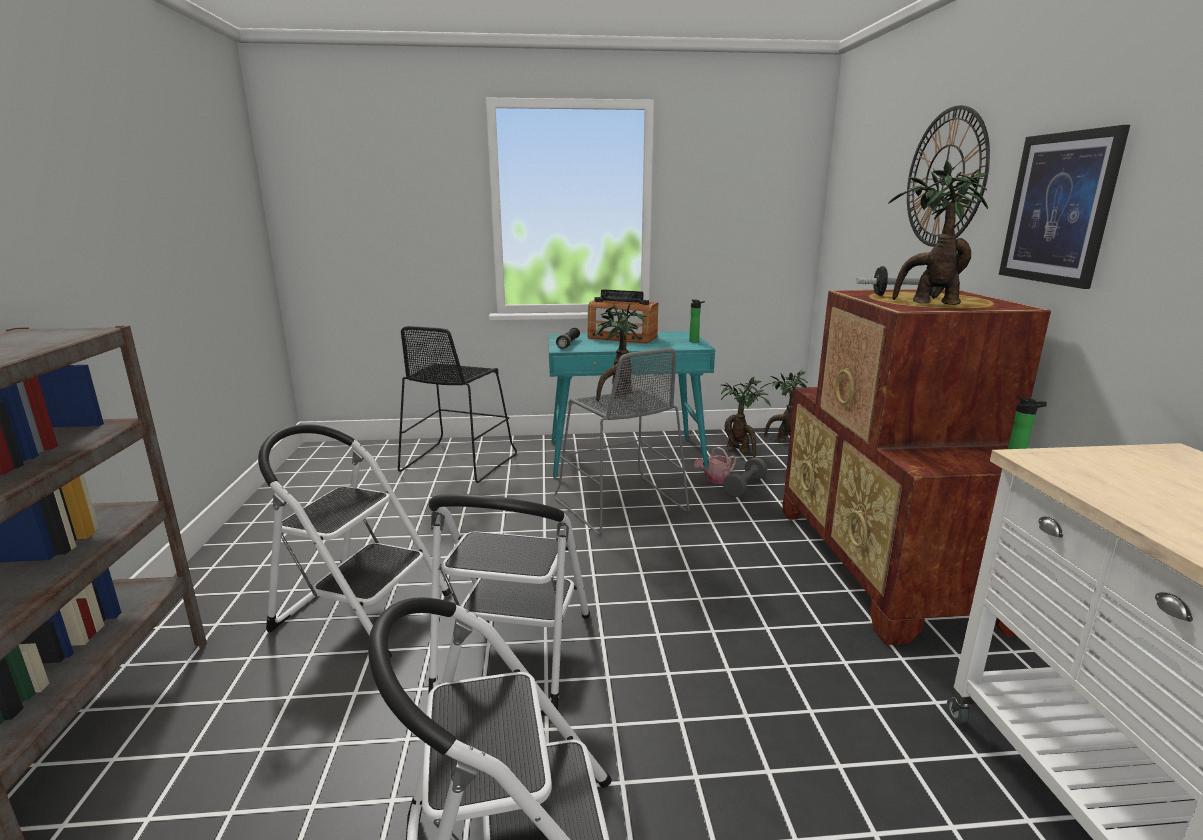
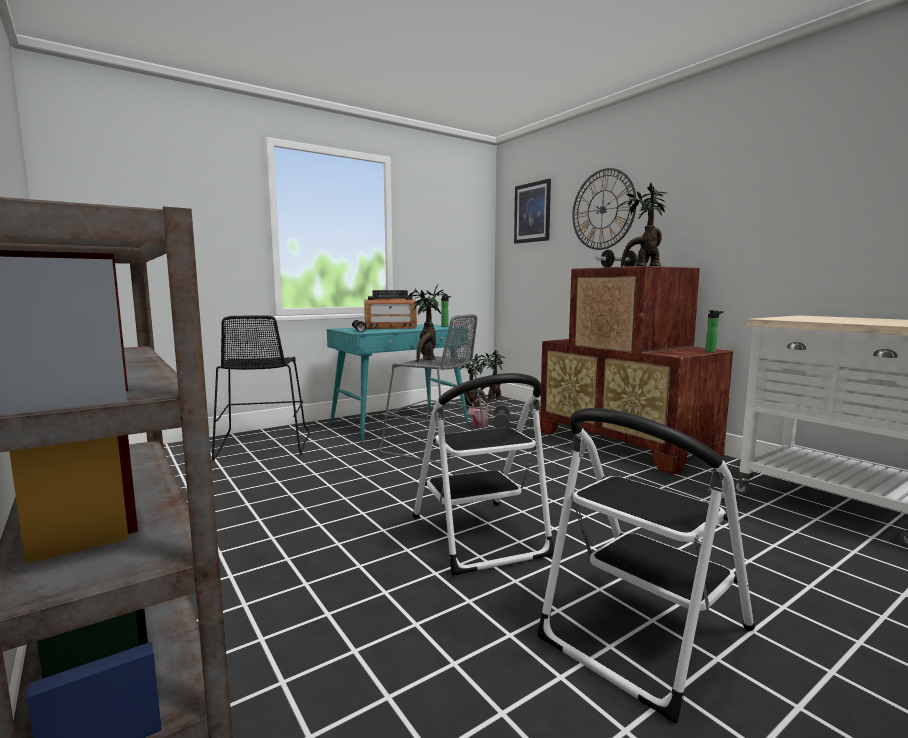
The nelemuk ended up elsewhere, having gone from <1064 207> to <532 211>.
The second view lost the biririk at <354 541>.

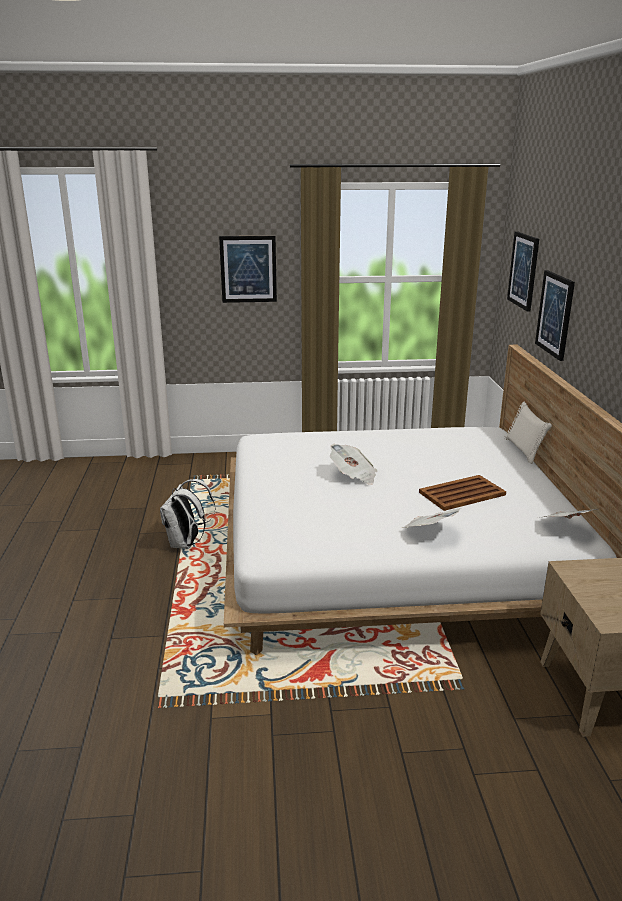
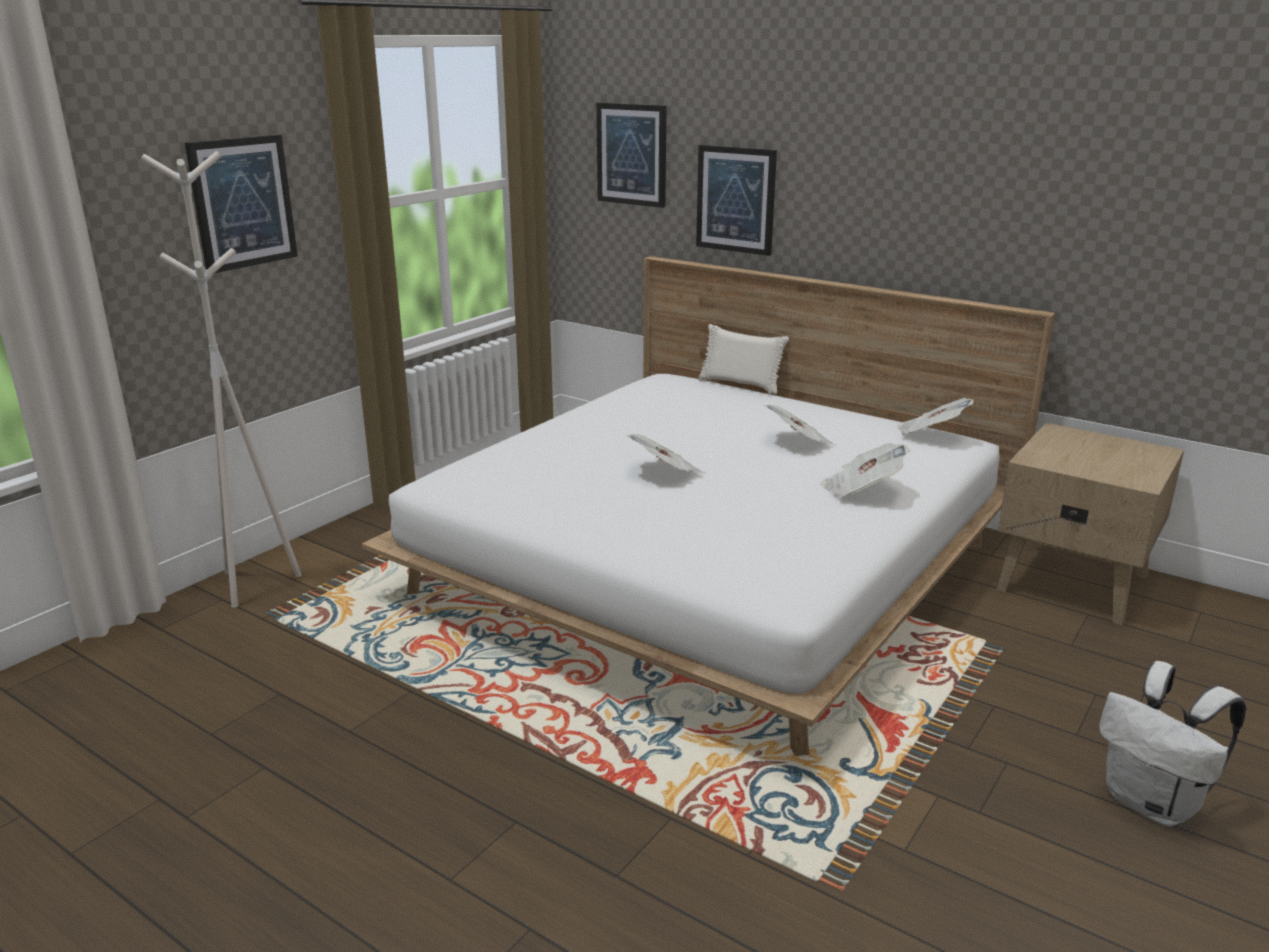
Where the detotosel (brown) stood at <462 493>, the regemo came to stand at <800 425>.
The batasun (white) ended up elsewhere, having gone from <187 514> to <1172 743>.
The second view gained the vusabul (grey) at <221 379>.

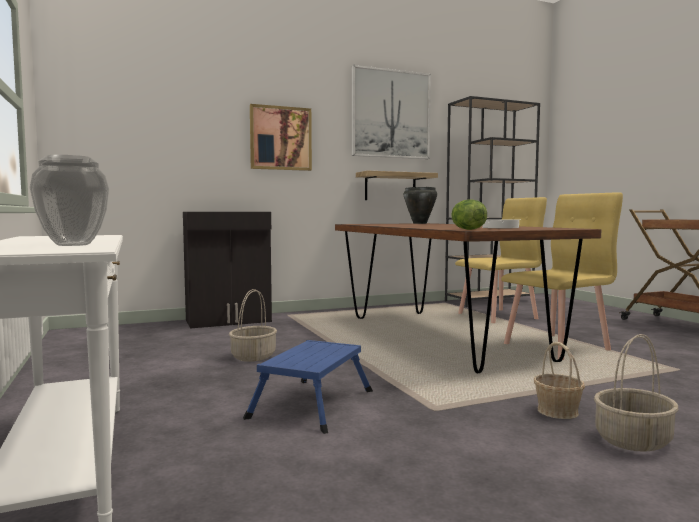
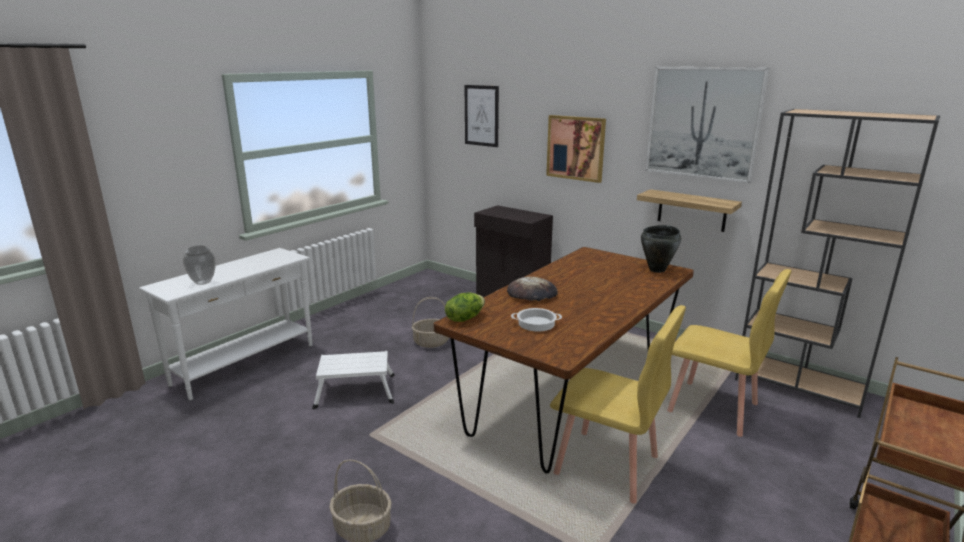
What was the biririk (blue) at <308 387> turned into the biririk (white) at <353 380>.
The second view lost the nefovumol at <559 380>.
The second view gained the nelemuk at <482 116>.
The second view gained the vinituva at <532 289>.

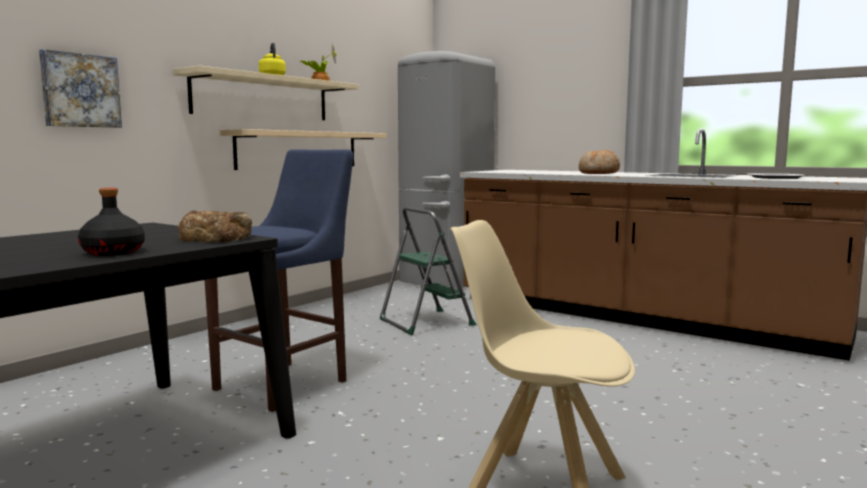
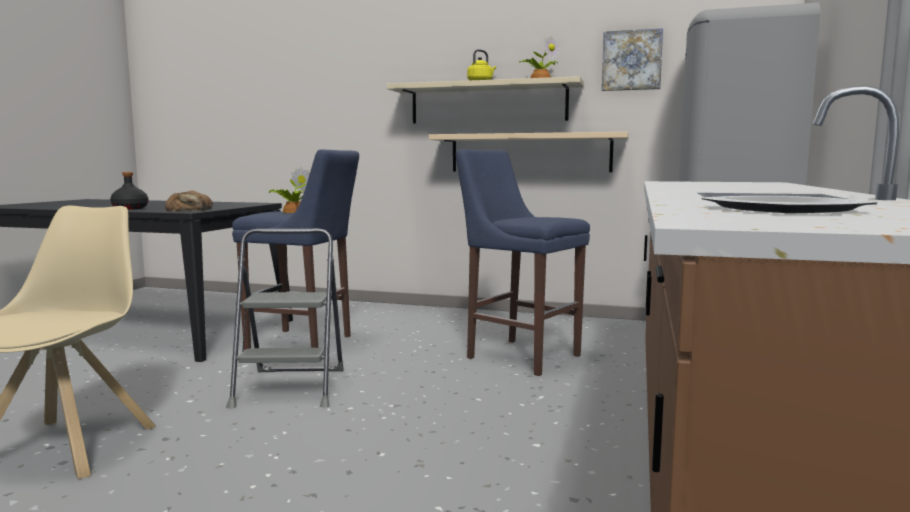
The nelemuk ended up elsewhere, having gone from <80 88> to <632 59>.
The second view lost the vinituva at <599 162>.
Where the biririk (green) stood at <428 271>, the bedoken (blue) came to stand at <523 263>.
The second view gained the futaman at <289 190>.
The second view gained the biririk (grey) at <284 318>.

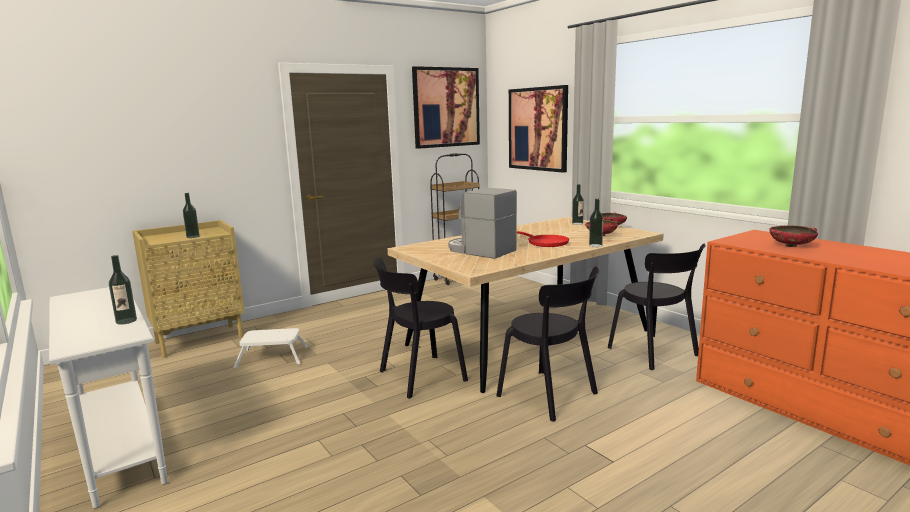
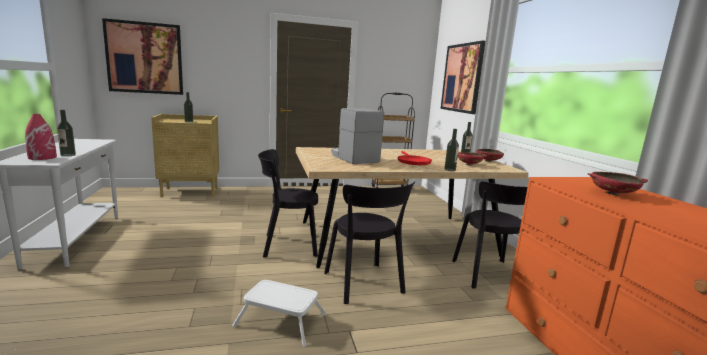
The nelemuk ended up elsewhere, having gone from <446 107> to <142 56>.
The biririk (white) ended up elsewhere, having gone from <271 348> to <279 313>.
The second view gained the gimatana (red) at <41 137>.

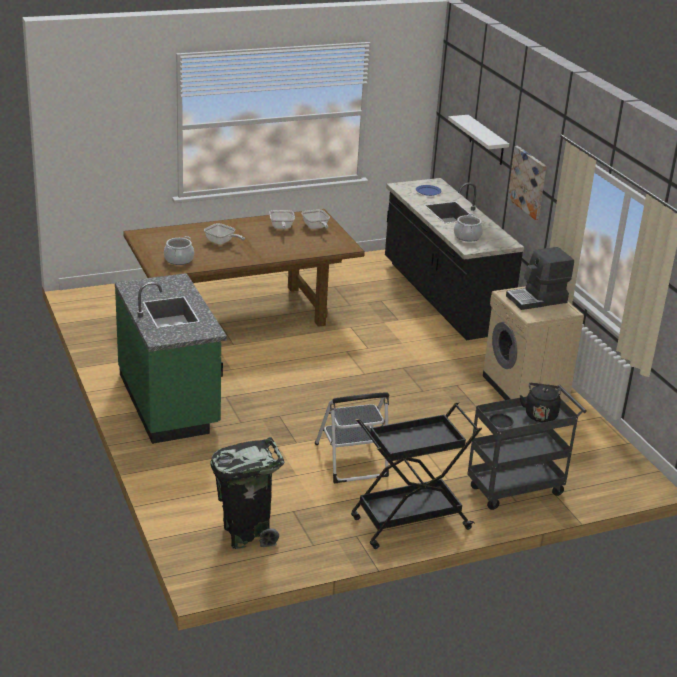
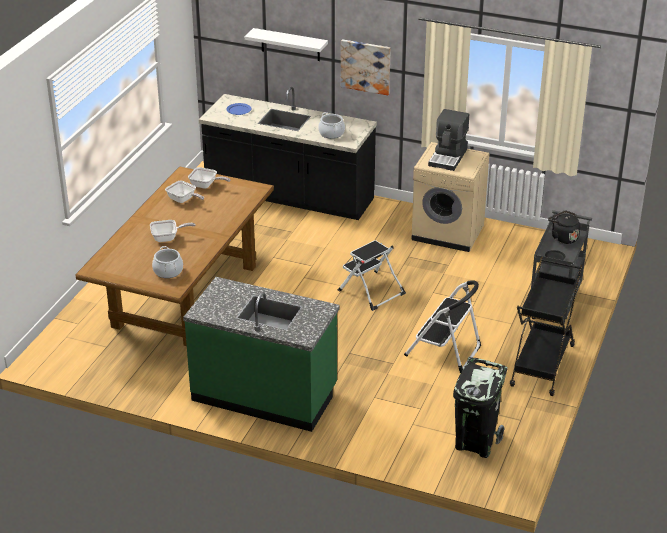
The second view gained the biririk at <372 275>.

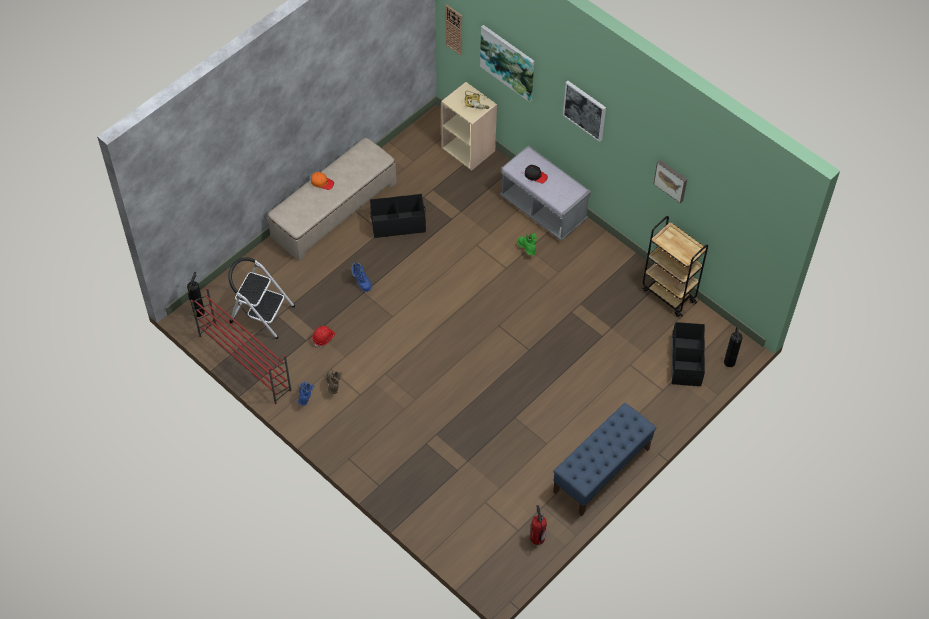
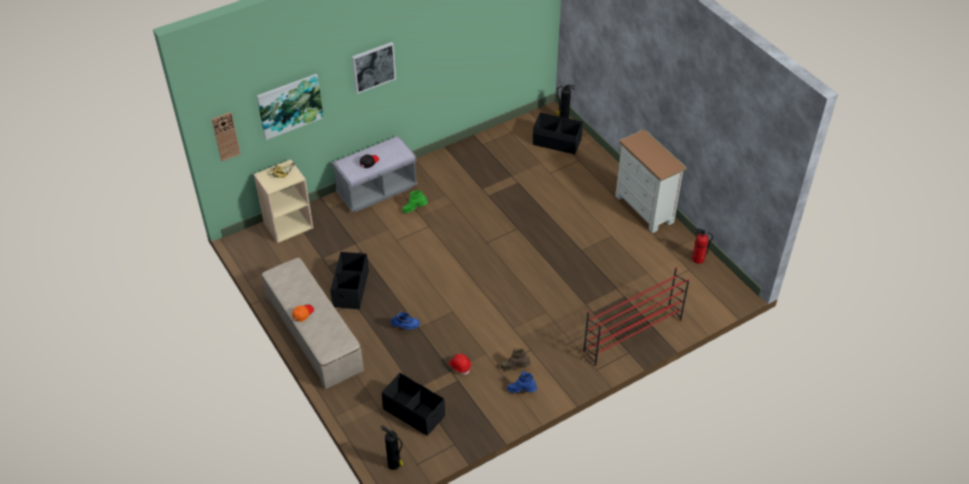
The second view lost the nelemuk at <670 181>.
The second view lost the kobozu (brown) at <675 266>.
Where the biririk stood at <261 298>, the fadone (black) came to stand at <413 404>.
The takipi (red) ended up elsewhere, having gone from <241 346> to <636 316>.
Where the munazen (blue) stood at <604 459>, the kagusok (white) came to stand at <651 181>.

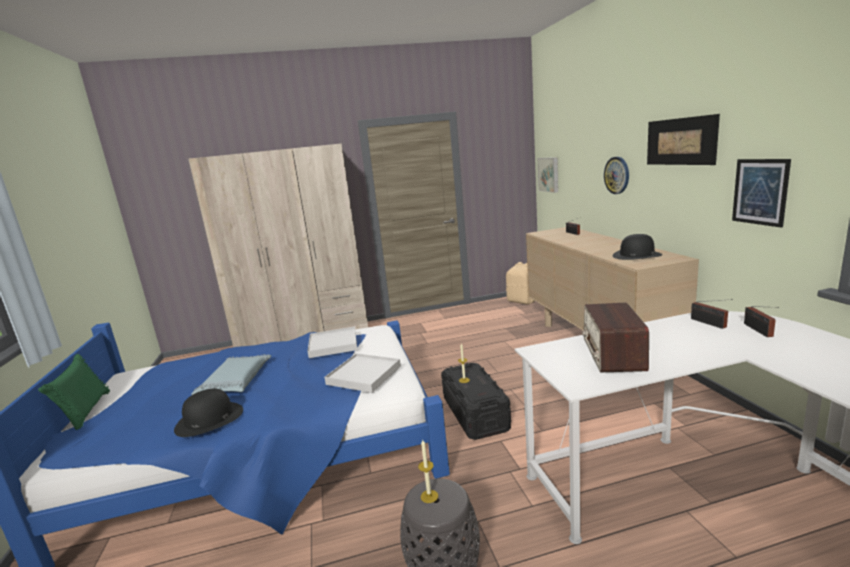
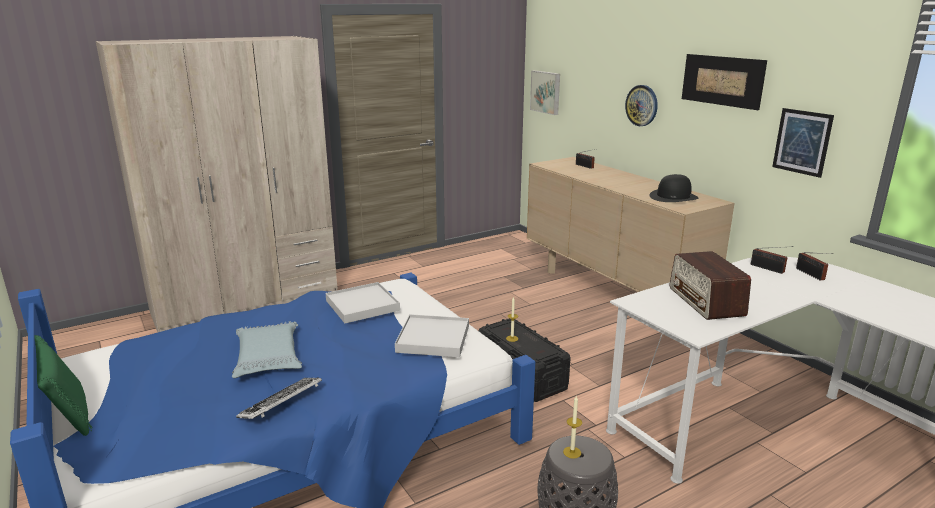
The second view lost the batasun (beige) at <520 283>.
Where the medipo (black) stood at <208 412>, the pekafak came to stand at <279 398>.

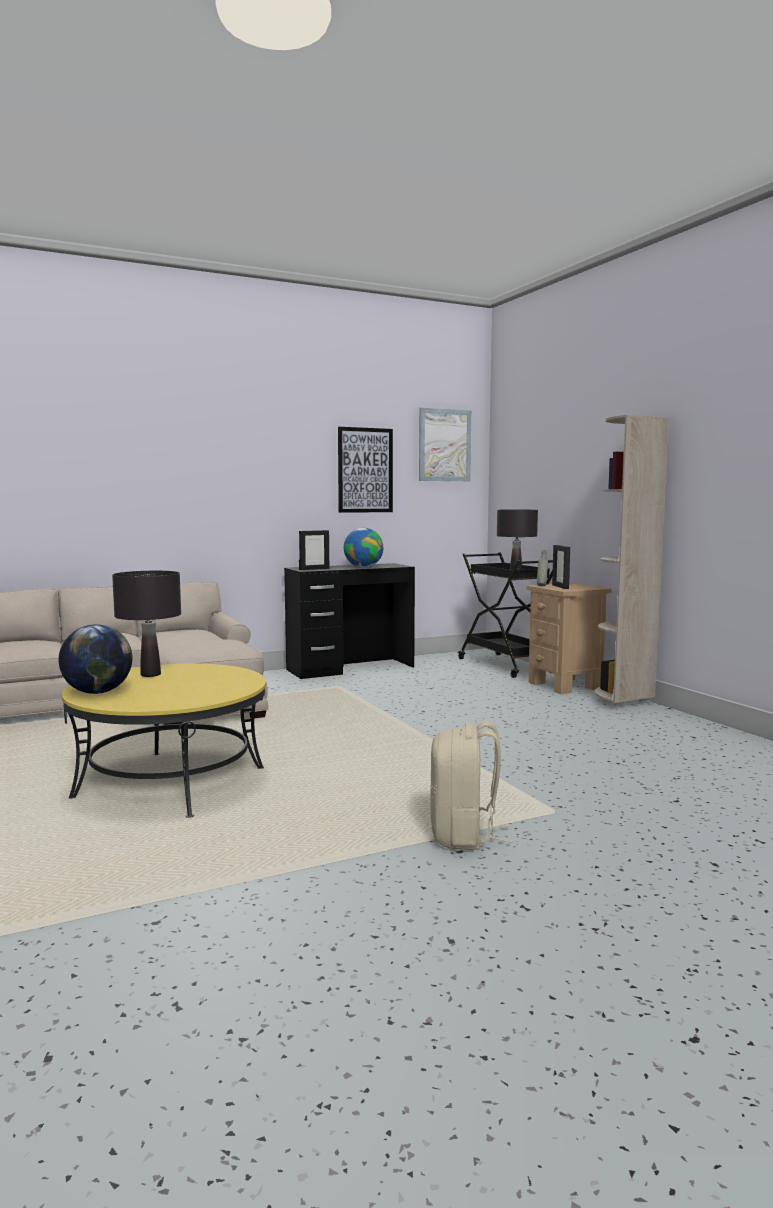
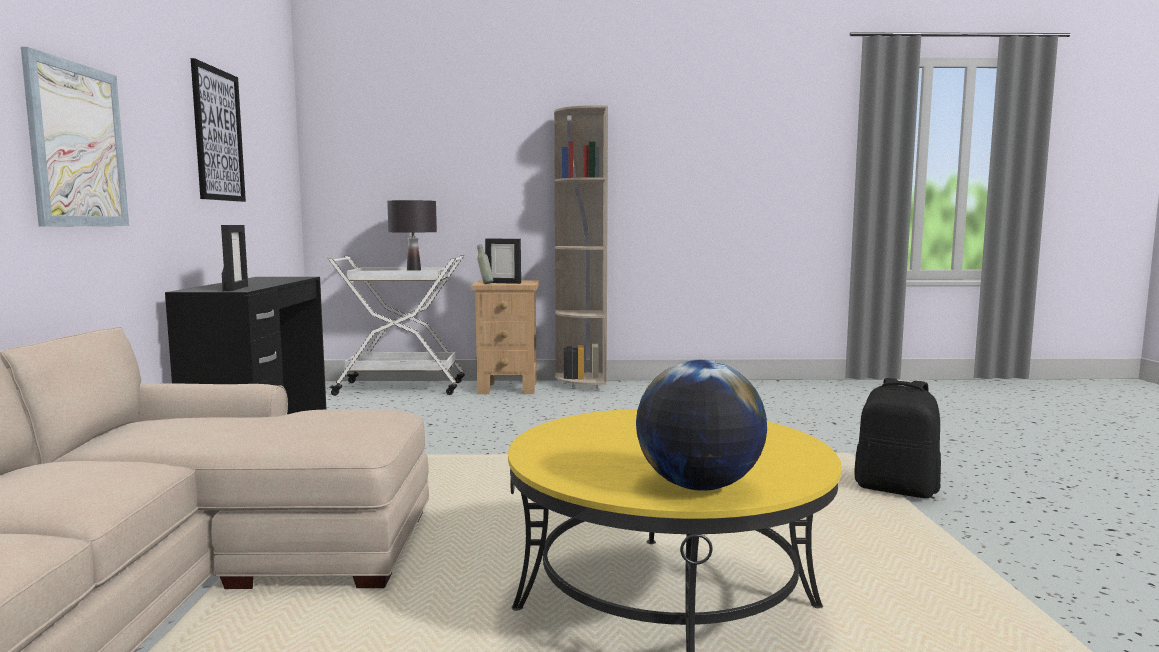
The nelemuk ended up elsewhere, having gone from <445 444> to <75 137>.
The second view lost the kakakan at <363 548>.
What was the kobozu (black) at <505 615> turned into the kobozu (white) at <396 326>.
The second view lost the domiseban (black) at <146 624>.
What was the batasun (beige) at <472 785> turned into the batasun (black) at <897 438>.

